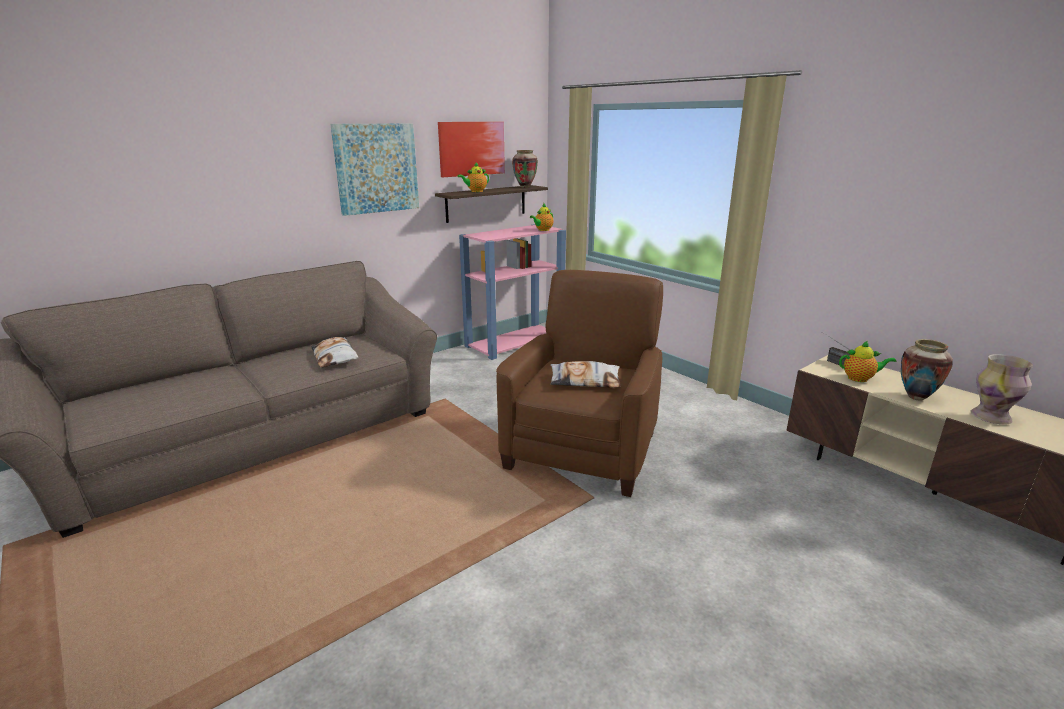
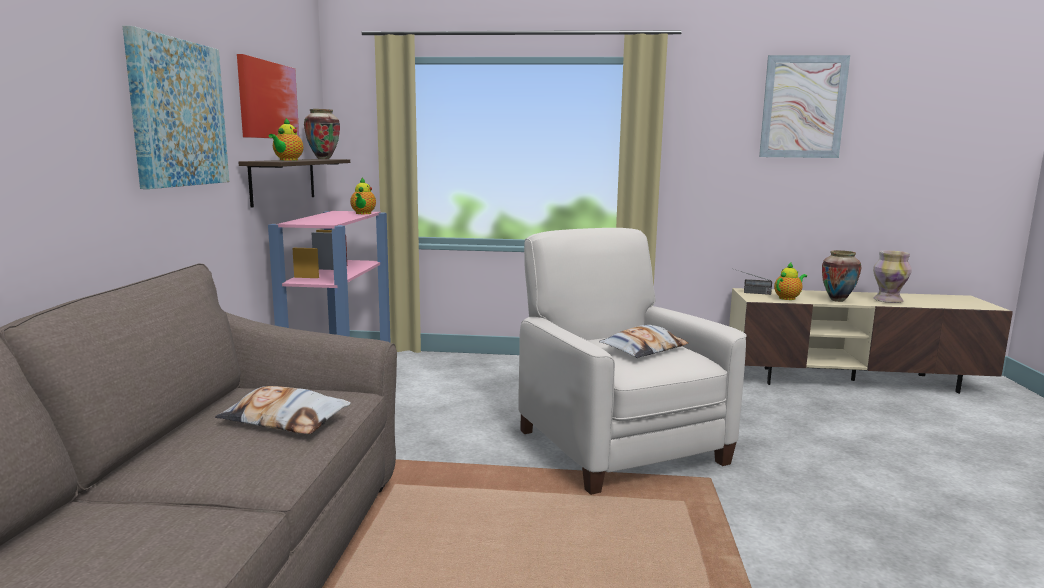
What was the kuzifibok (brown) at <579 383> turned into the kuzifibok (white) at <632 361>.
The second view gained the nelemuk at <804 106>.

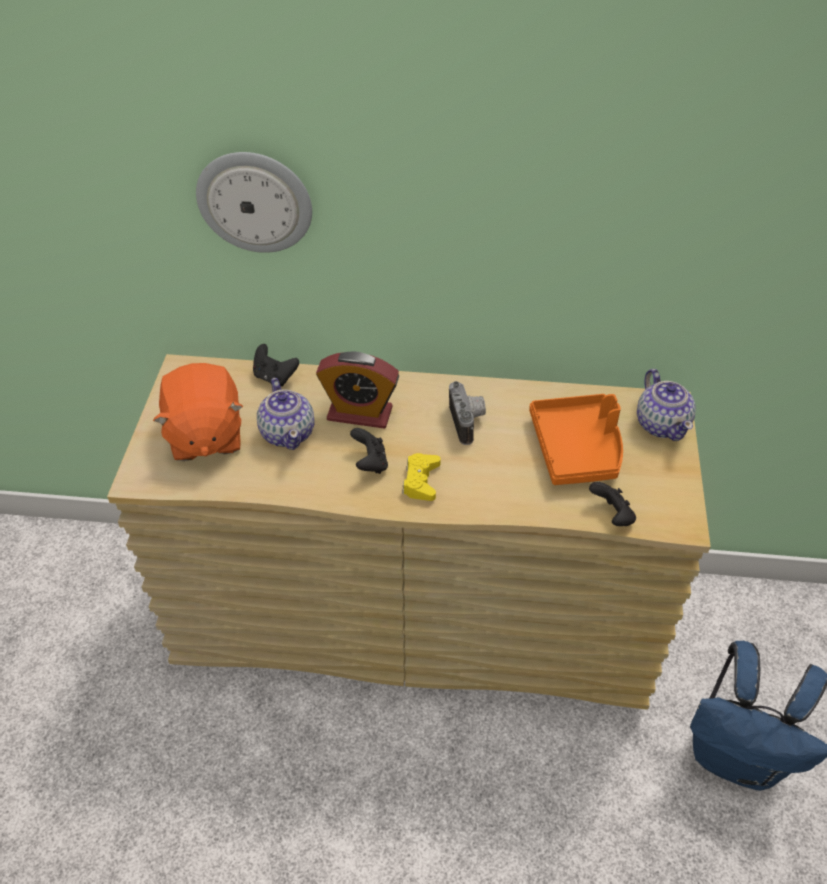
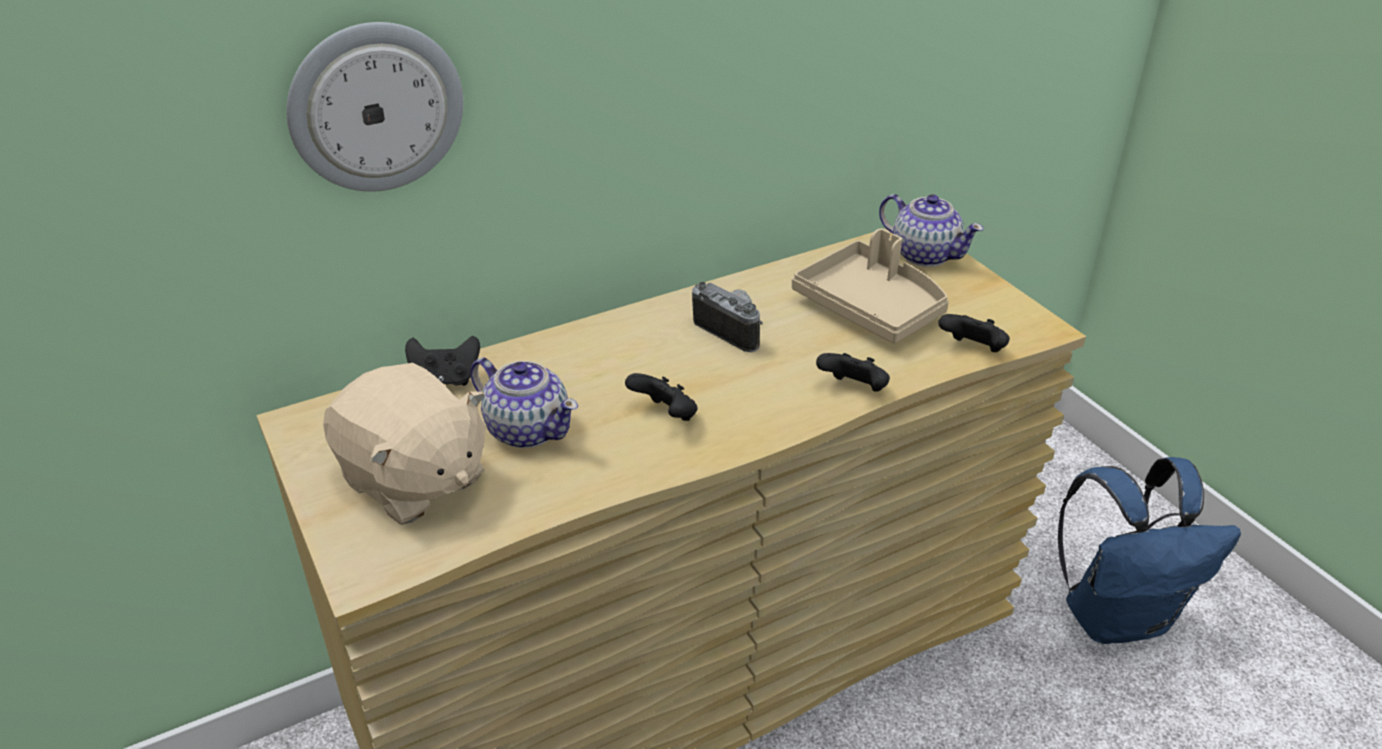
The second view lost the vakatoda at <357 390>.
What was the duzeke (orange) at <198 412> turned into the duzeke (beige) at <404 444>.
What was the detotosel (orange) at <576 439> turned into the detotosel (beige) at <870 285>.
The second view lost the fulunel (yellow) at <421 477>.
The second view gained the fulunel (black) at <853 372>.

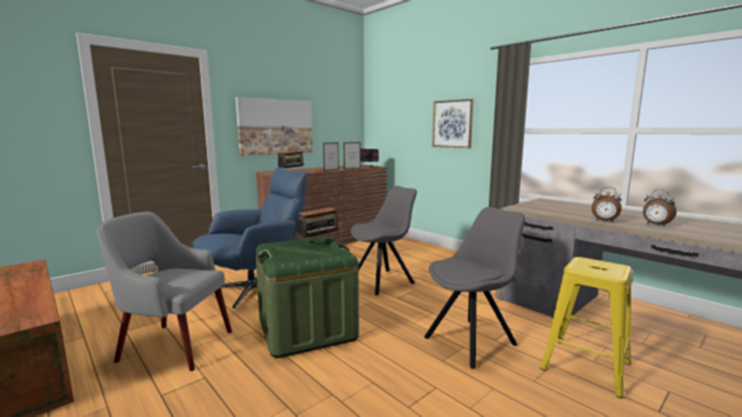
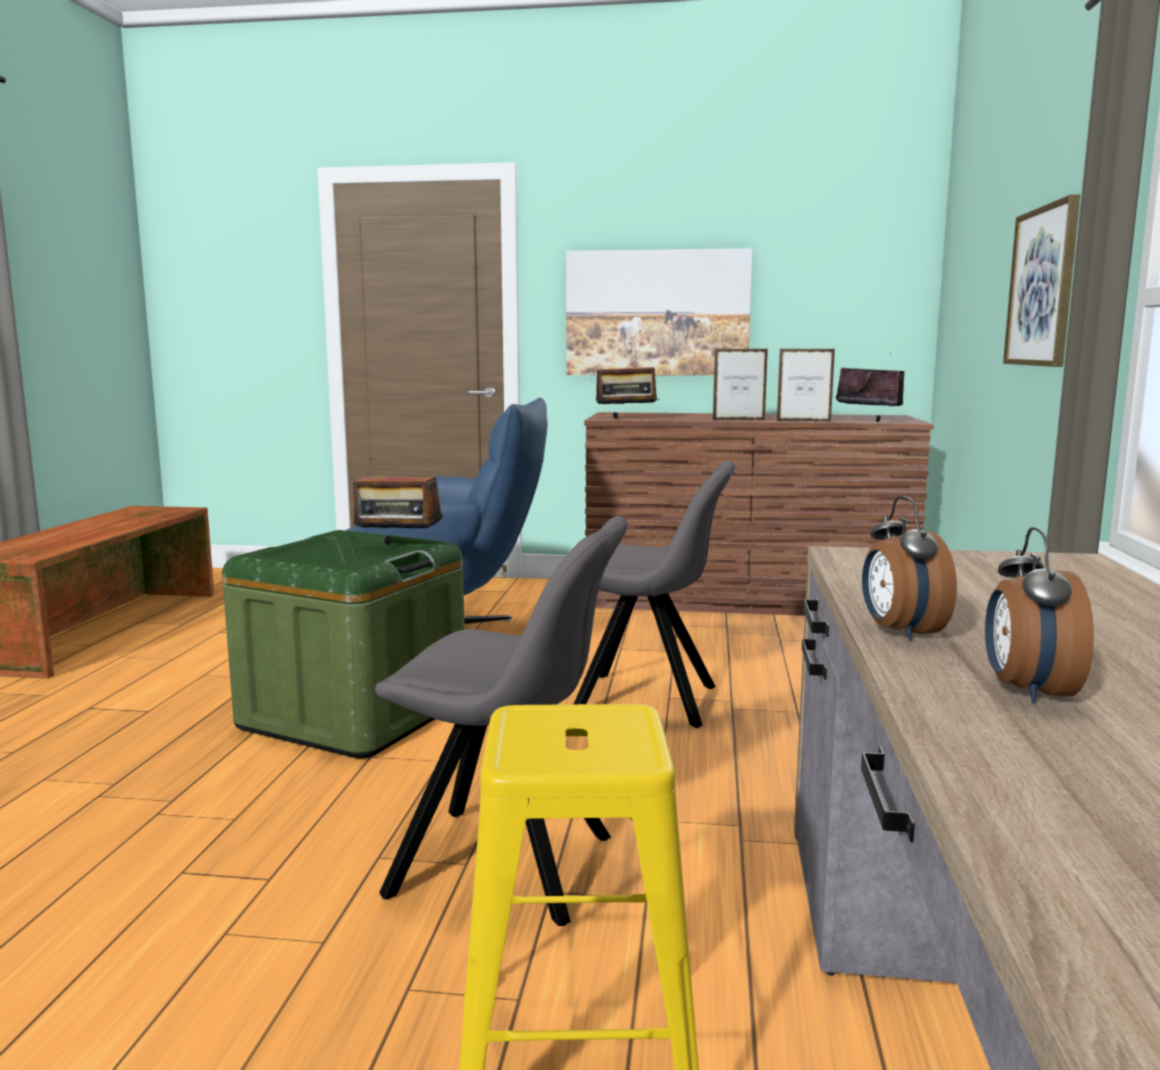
The second view lost the kuzifibok (grey) at <164 291>.

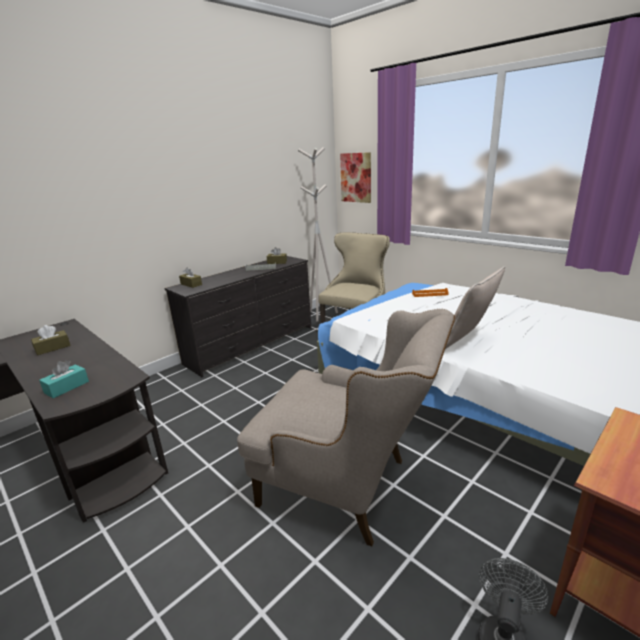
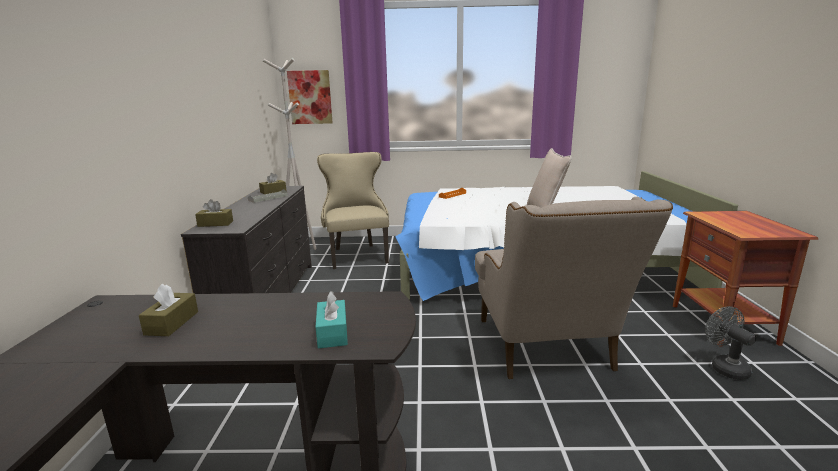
The kuzifibok (beige) at <346 427> ended up facing another way, 105 degrees clockwise from before.

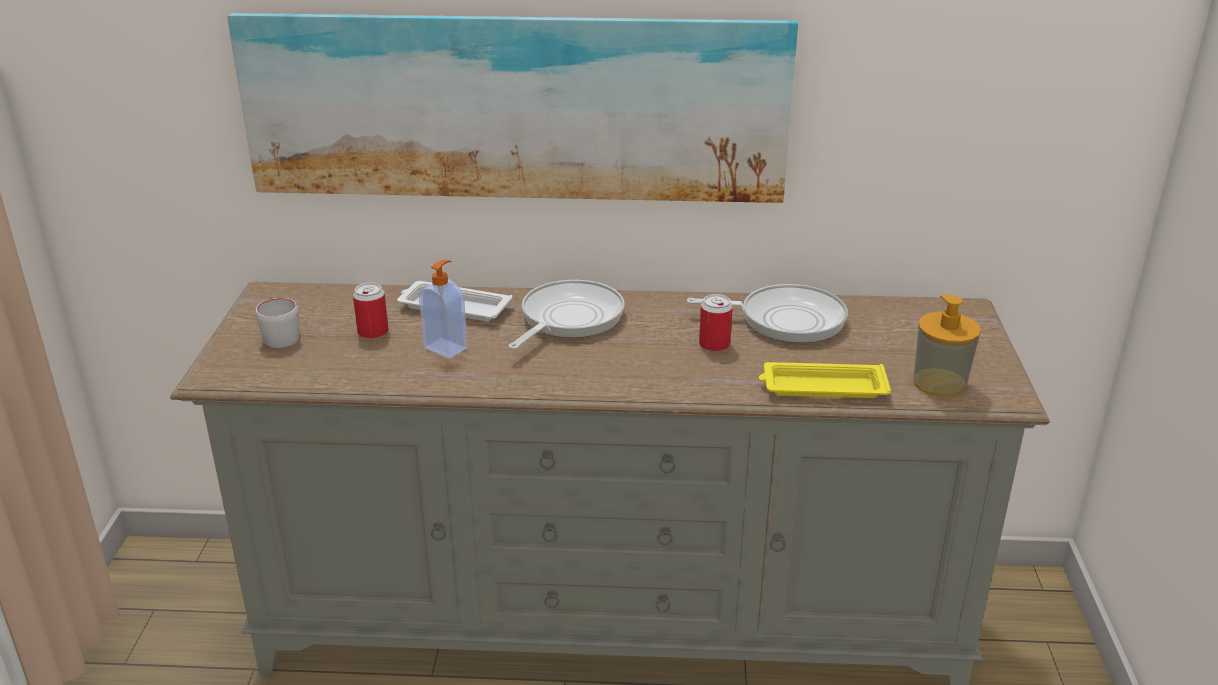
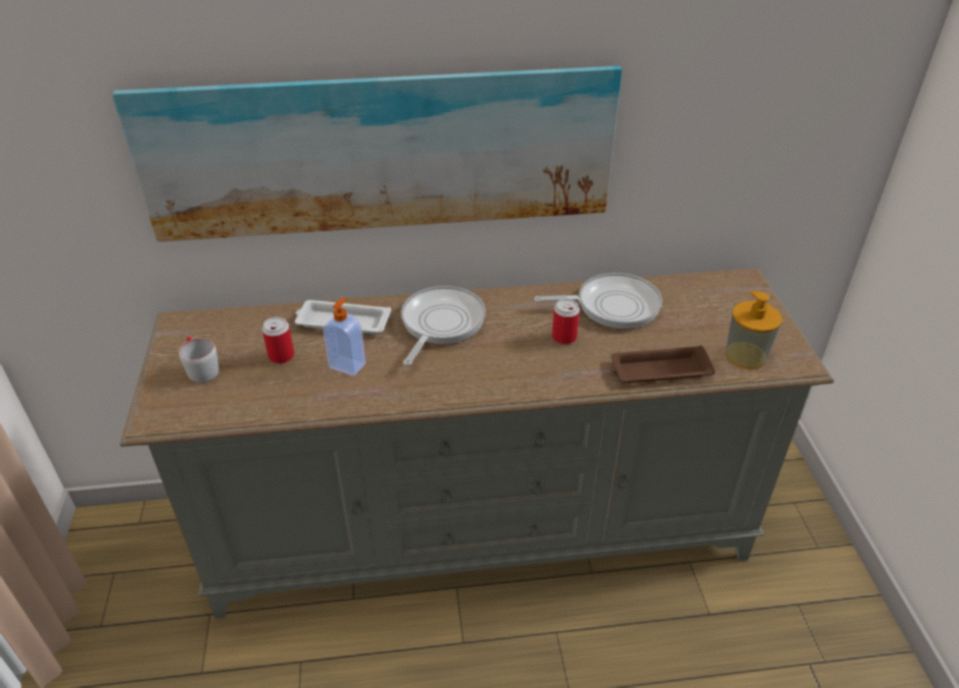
What was the detotosel (yellow) at <825 380> turned into the detotosel (brown) at <663 364>.

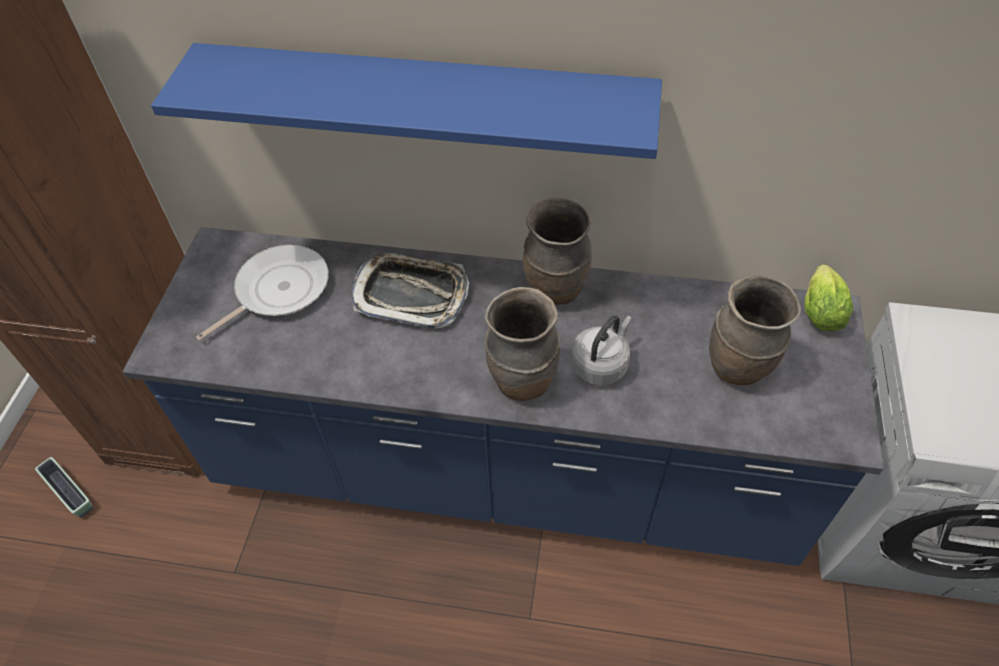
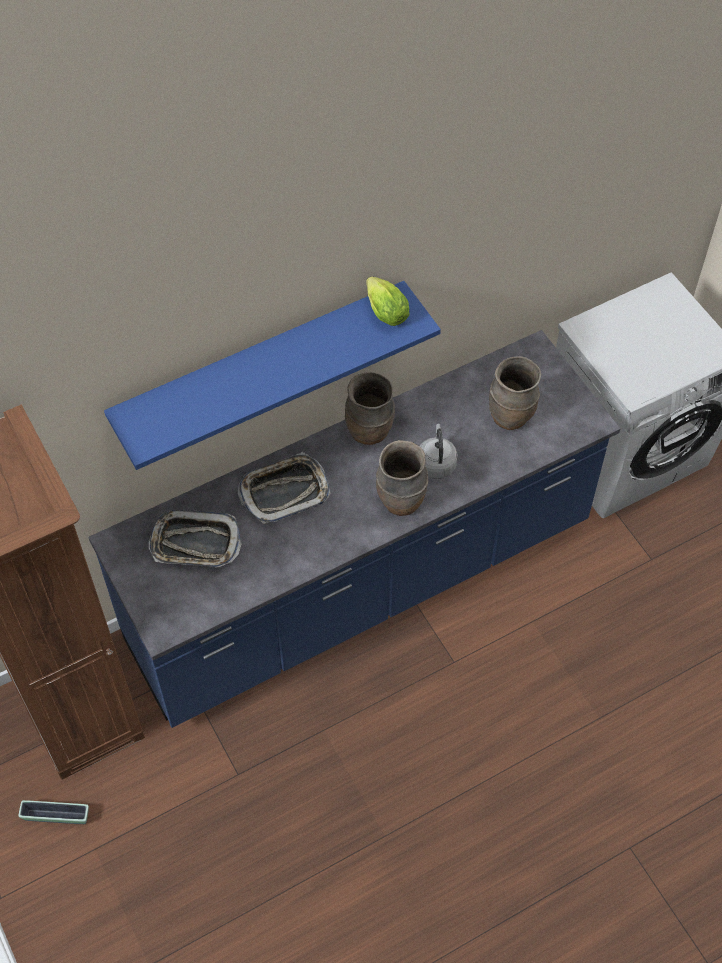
Where the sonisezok stood at <262 293>, the detotosel came to stand at <195 539>.
The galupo ended up elsewhere, having gone from <829 297> to <388 301>.

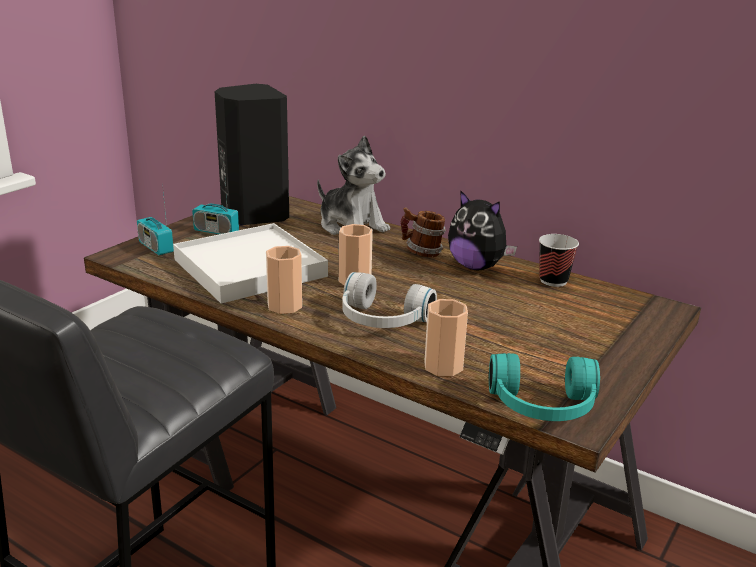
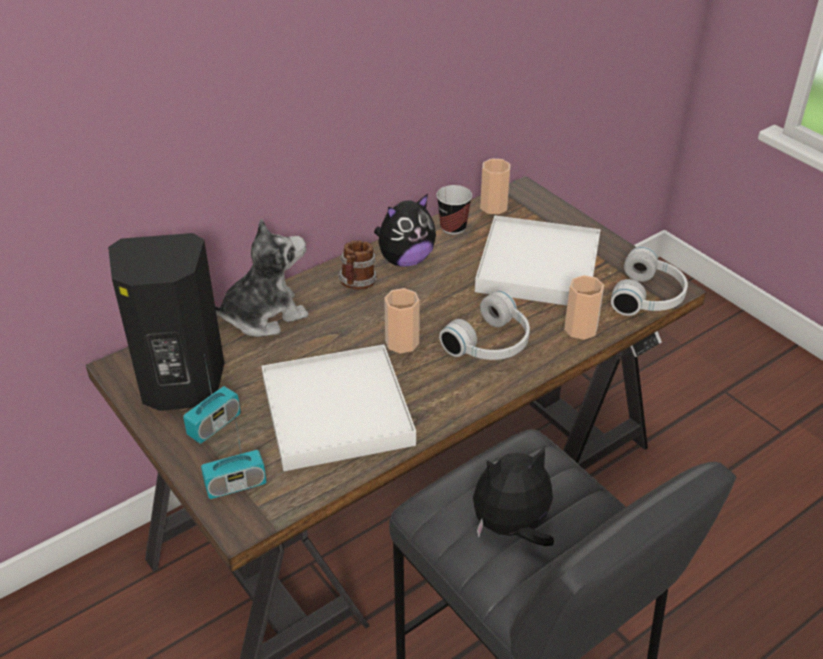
The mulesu ended up elsewhere, having gone from <284 280> to <495 186>.
What was the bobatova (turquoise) at <544 387> turned into the bobatova (white) at <649 281>.
The second view gained the detotosel (white) at <538 260>.
The second view gained the duzeke at <513 496>.

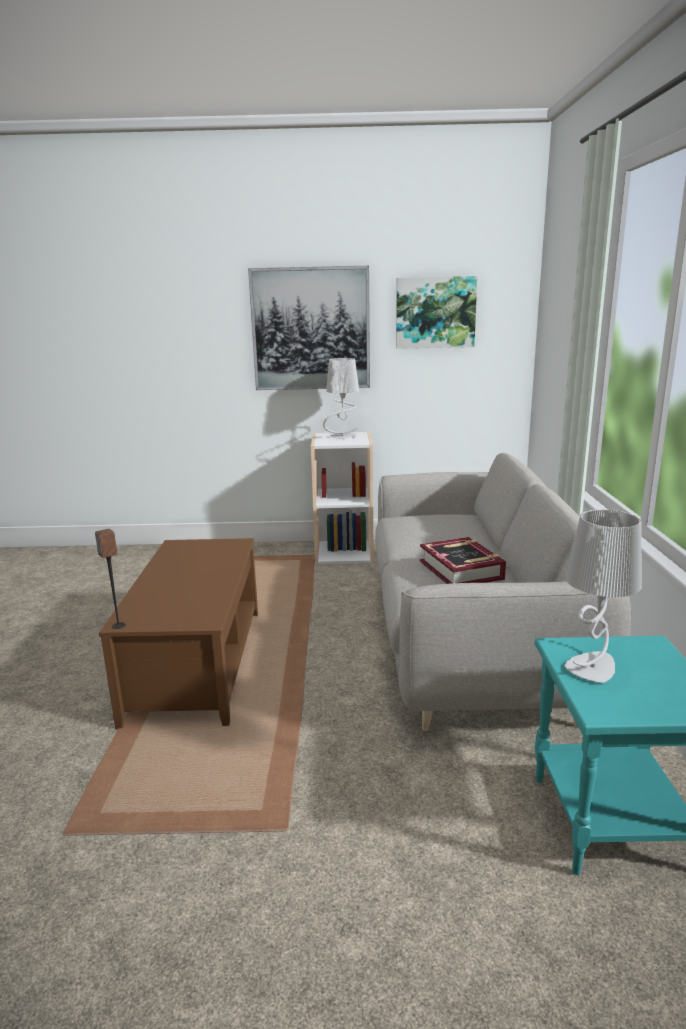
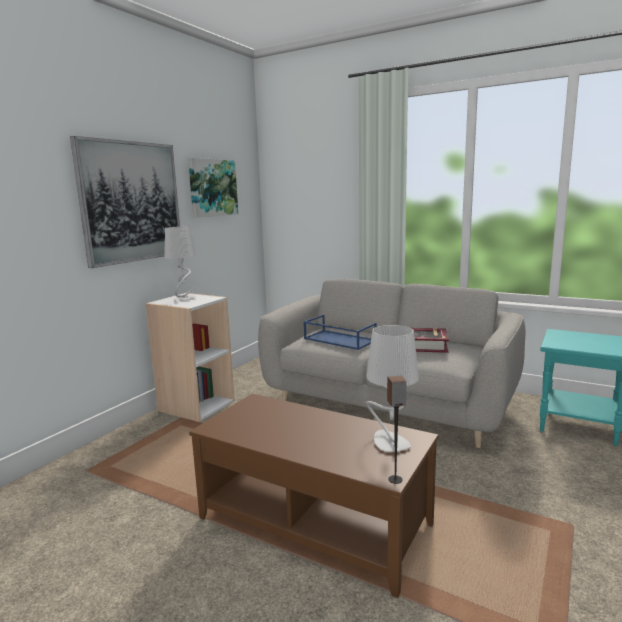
The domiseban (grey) ended up elsewhere, having gone from <603 596> to <392 388>.
The second view gained the detotosel (blue) at <339 332>.

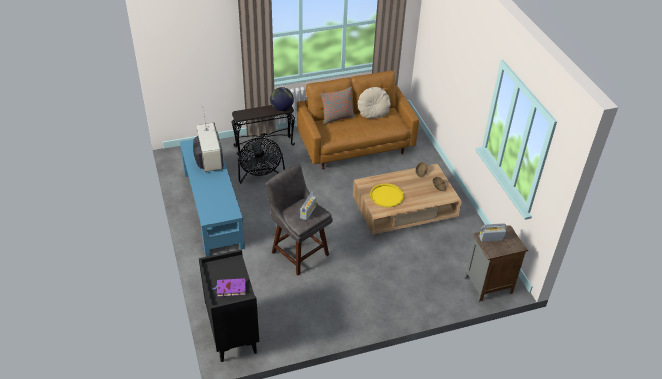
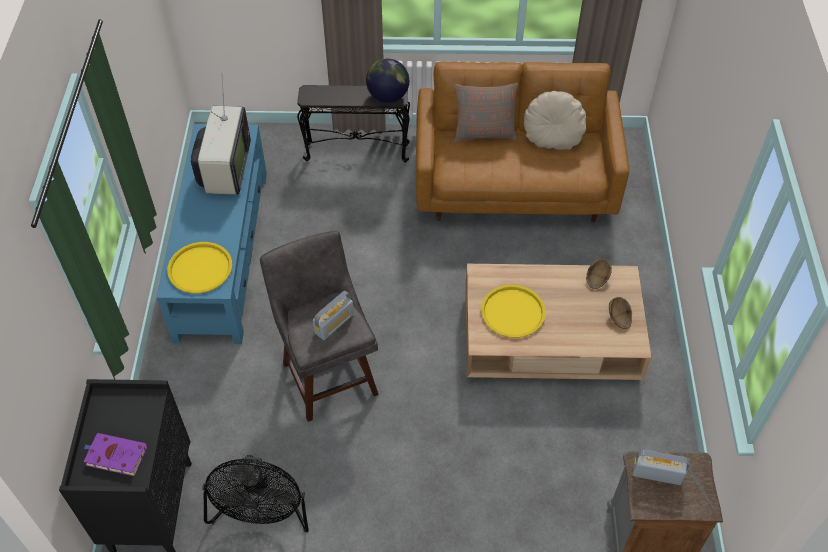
The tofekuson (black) ended up elsewhere, having gone from <261 161> to <255 493>.
The second view gained the detotosel (yellow) at <199 268>.

